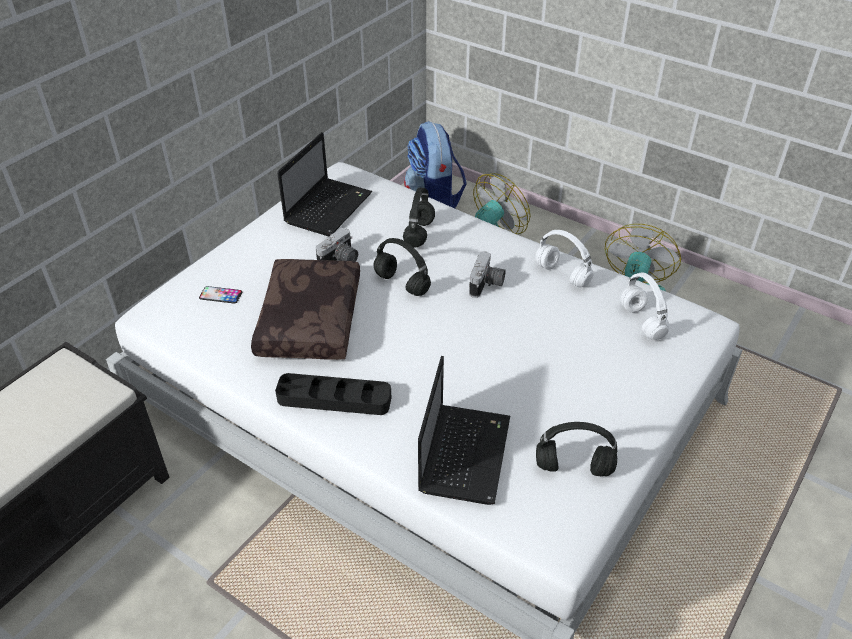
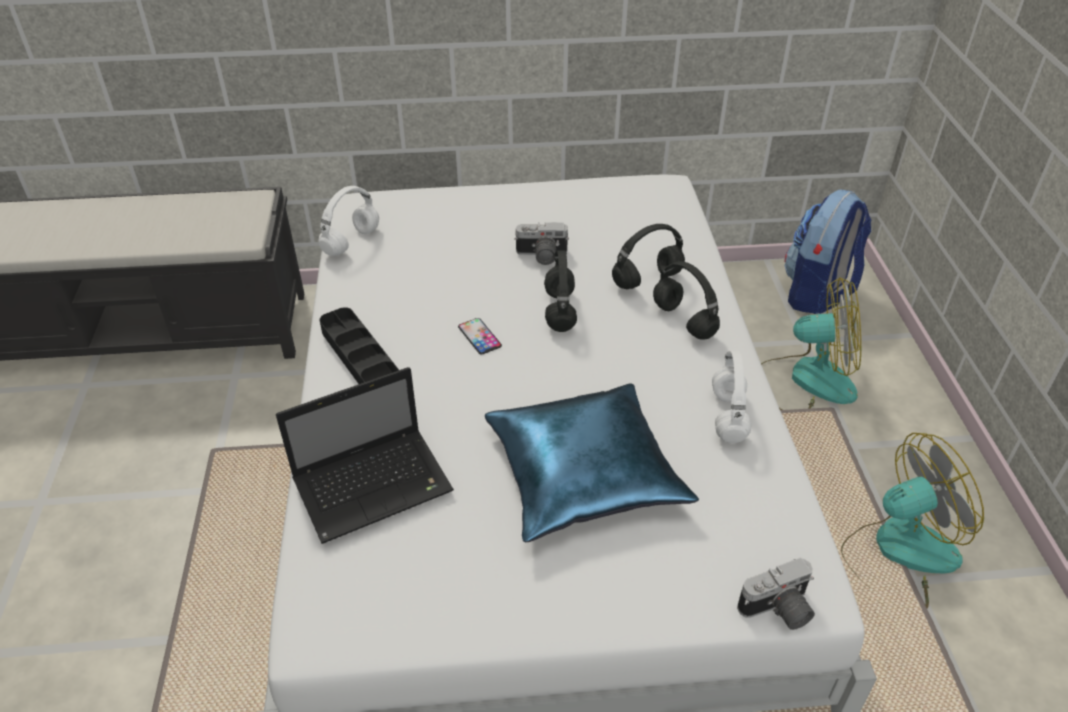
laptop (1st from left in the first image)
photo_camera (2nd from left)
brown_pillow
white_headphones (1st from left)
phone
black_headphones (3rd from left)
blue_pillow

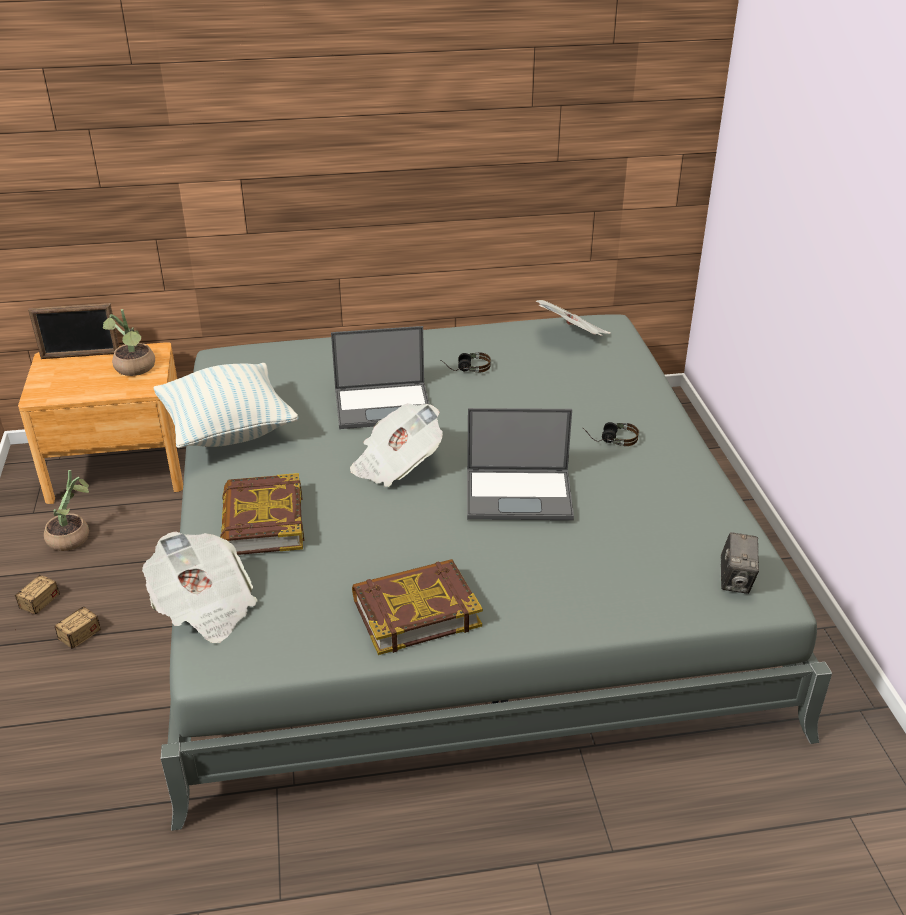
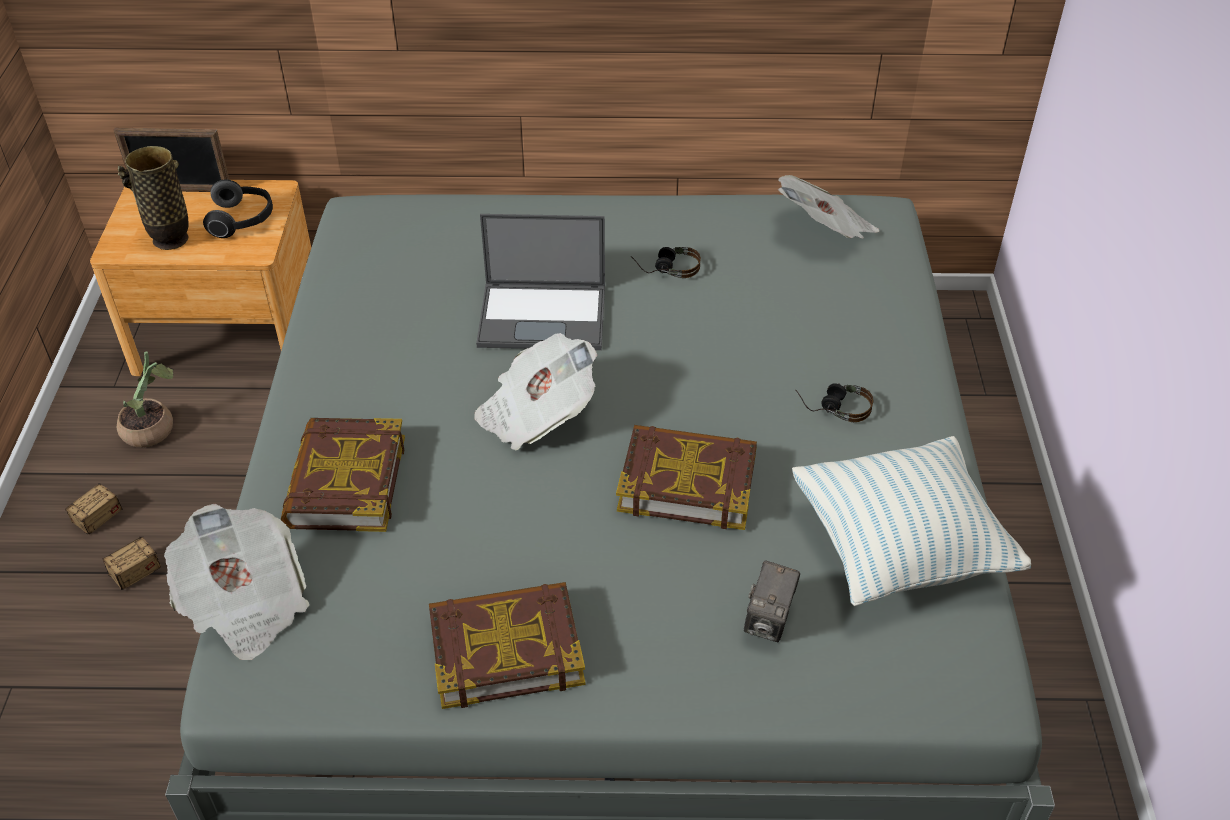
headphones (1st from left)
pillow
book (3rd from left)
photo_camera
vase

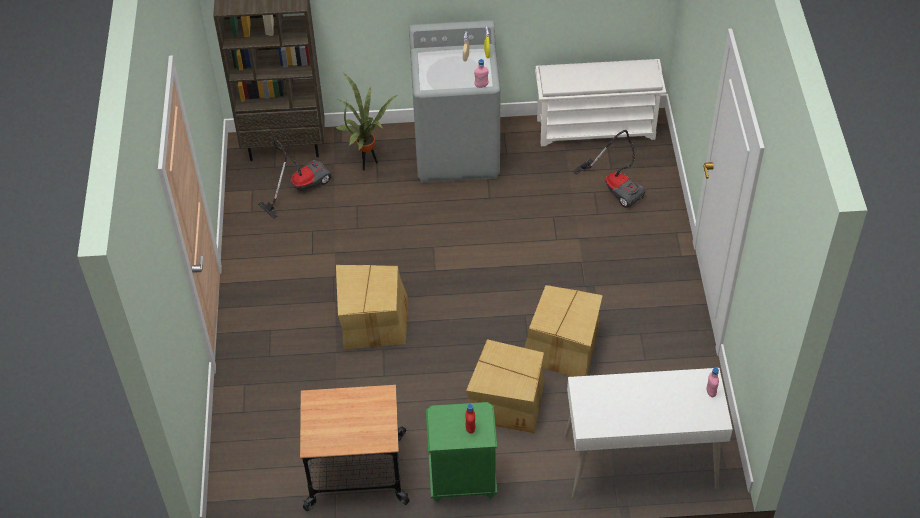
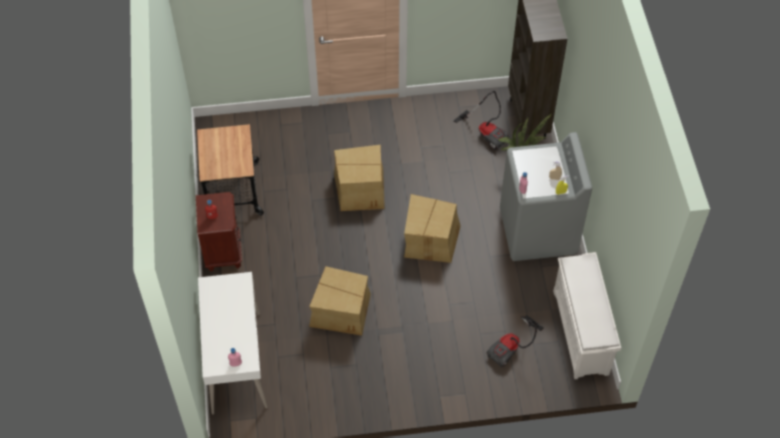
cardboard_box (3rd from left)
brown_nightstand

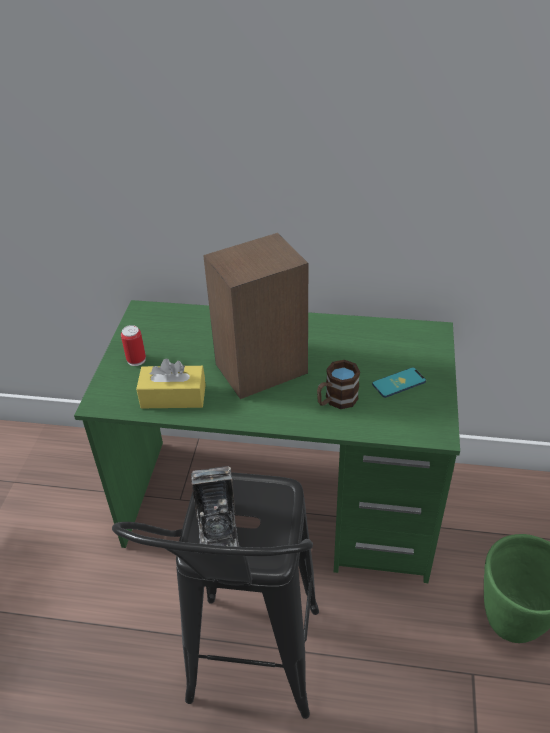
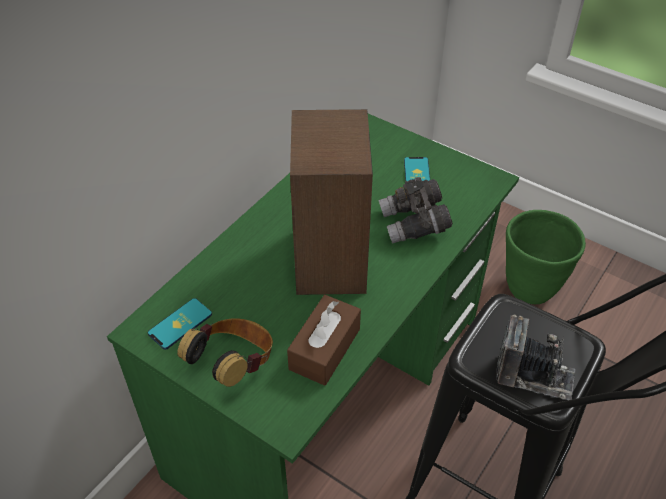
headphones
brown_tissue_box
grey_binoculars
phone (1st from left)

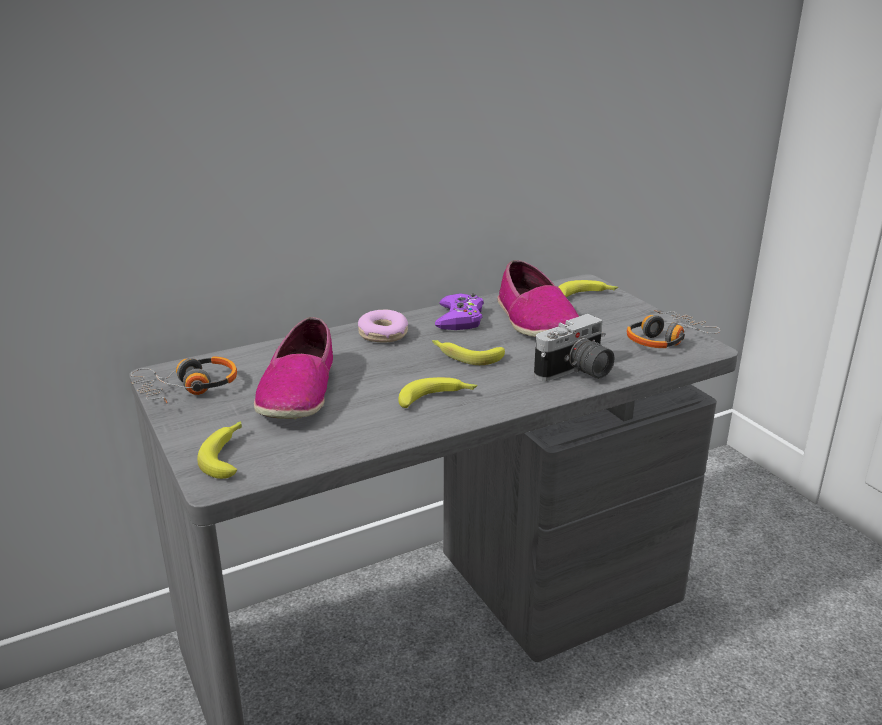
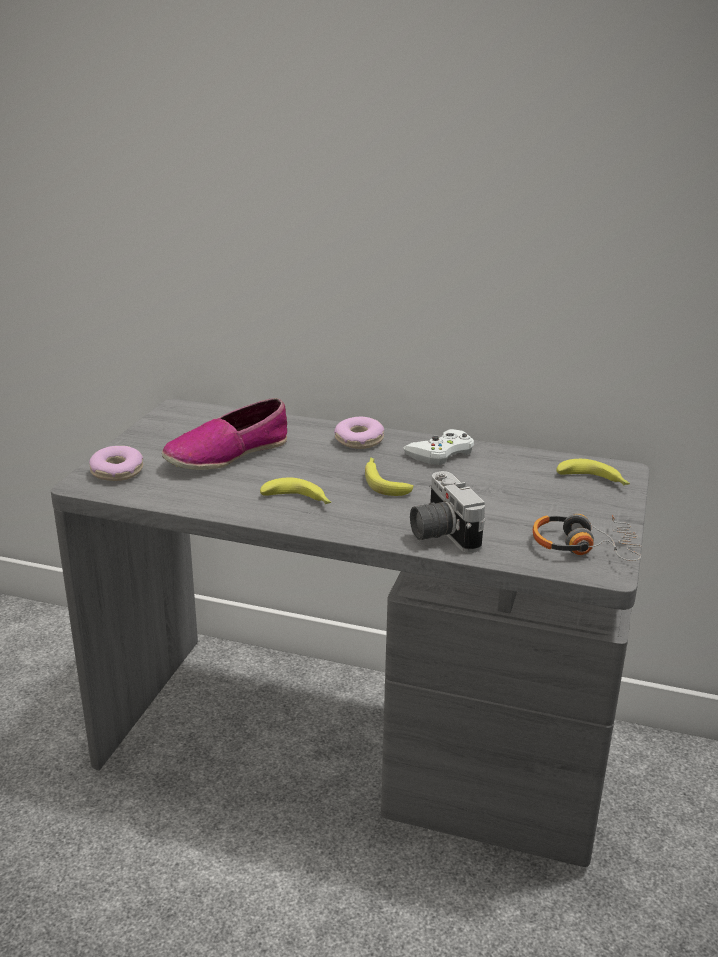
shoe (2nd from left in the first image)
white_game_controller
photo_camera
headphones (1st from left in the first image)
donut (1st from left)

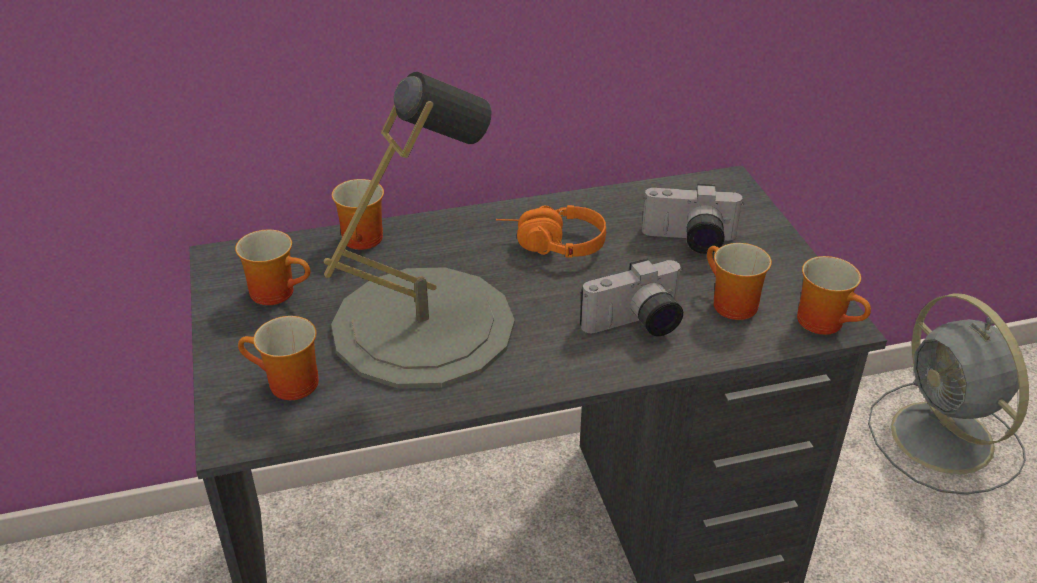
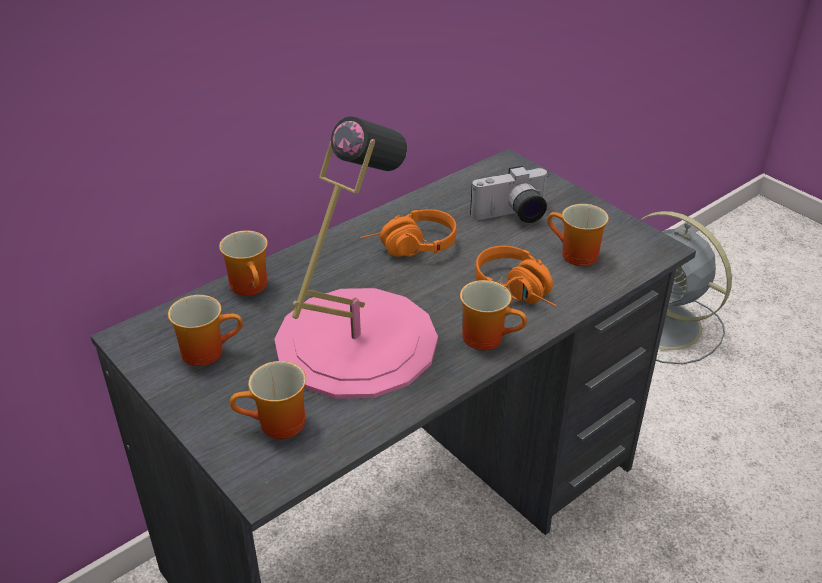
pink_table_lamp
mug (4th from left)
orange_headphones (2nd from left)

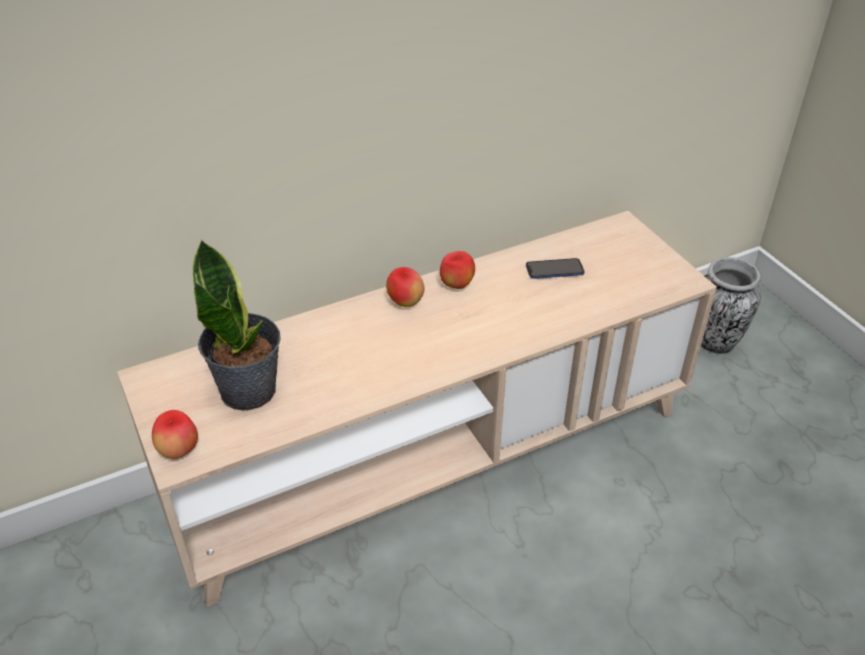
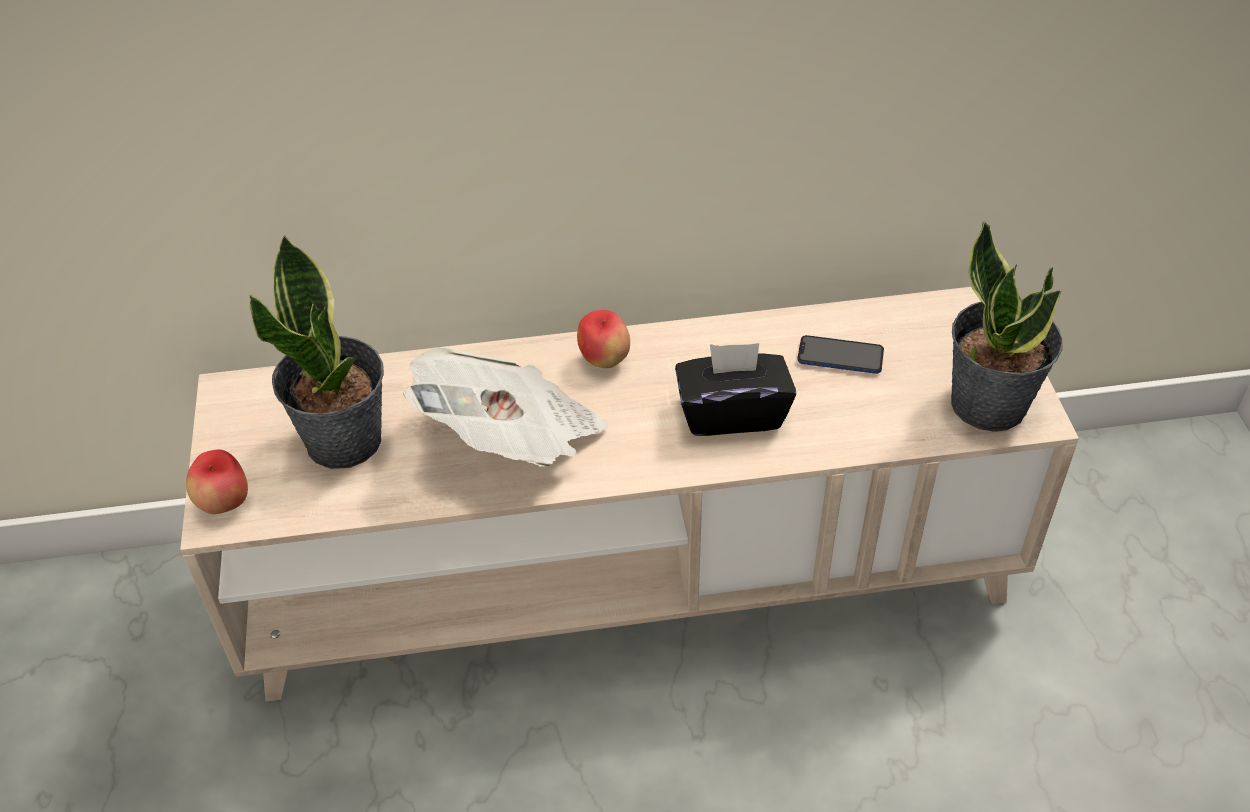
apple (3rd from left in the first image)
vase
potted_plant (2nd from left)
black_tissue_box
newspaper

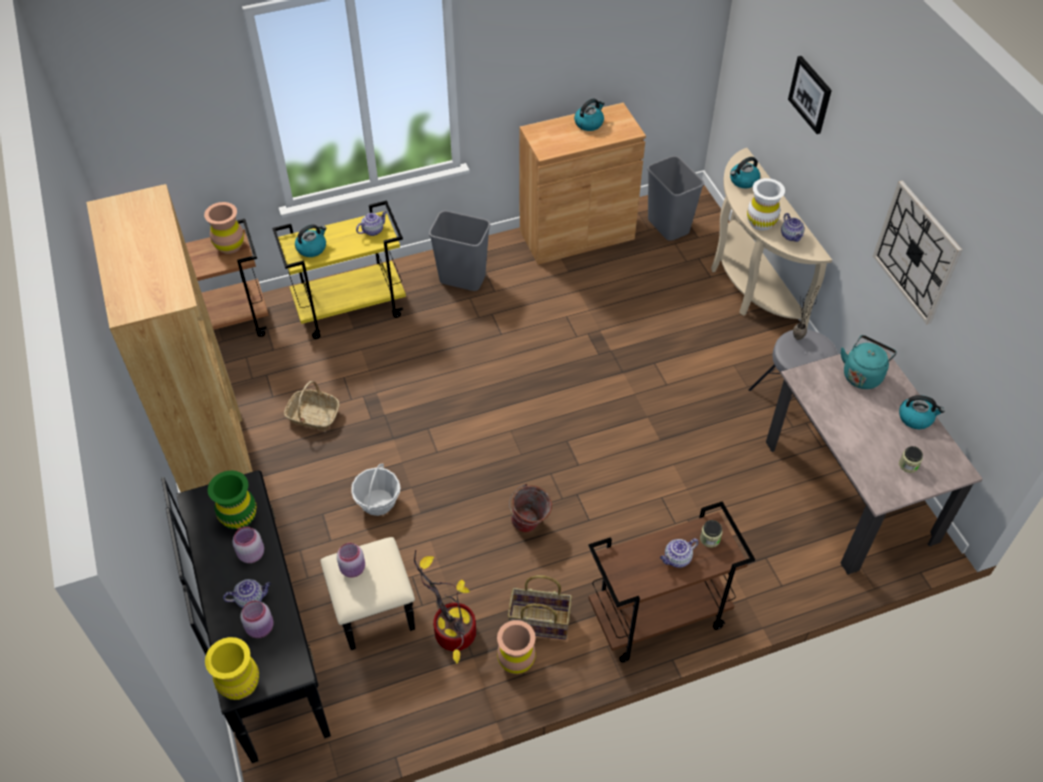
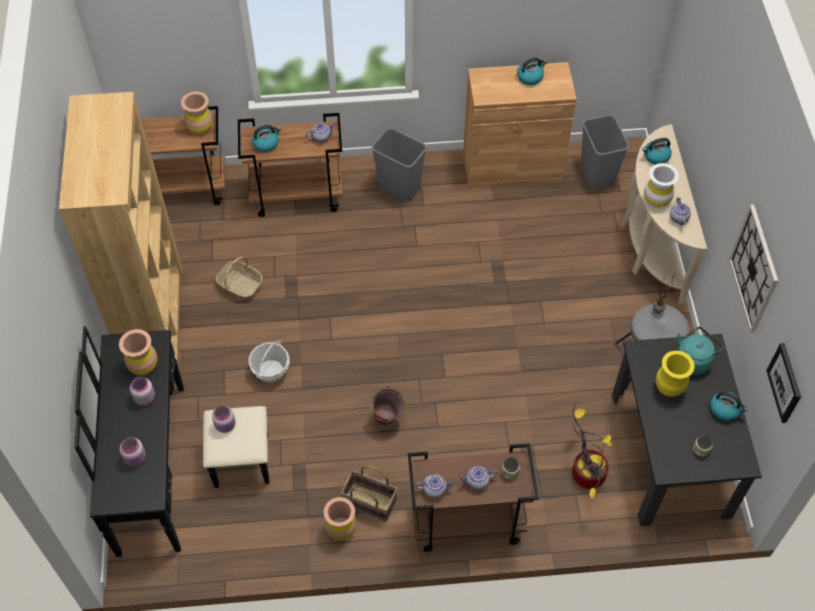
picture
brown_cart (2nd from left)
black_dining_table
brown_vase (1st from left)
potted_plant (1st from left)
teapot (2nd from left)
yellow_vase

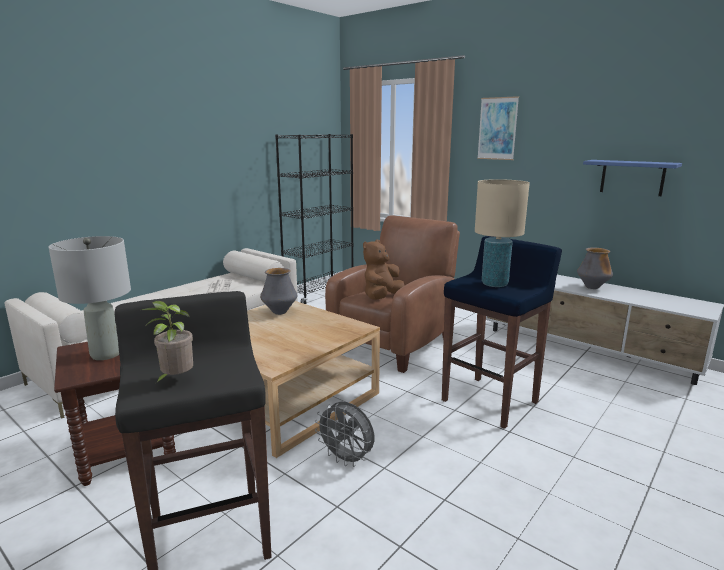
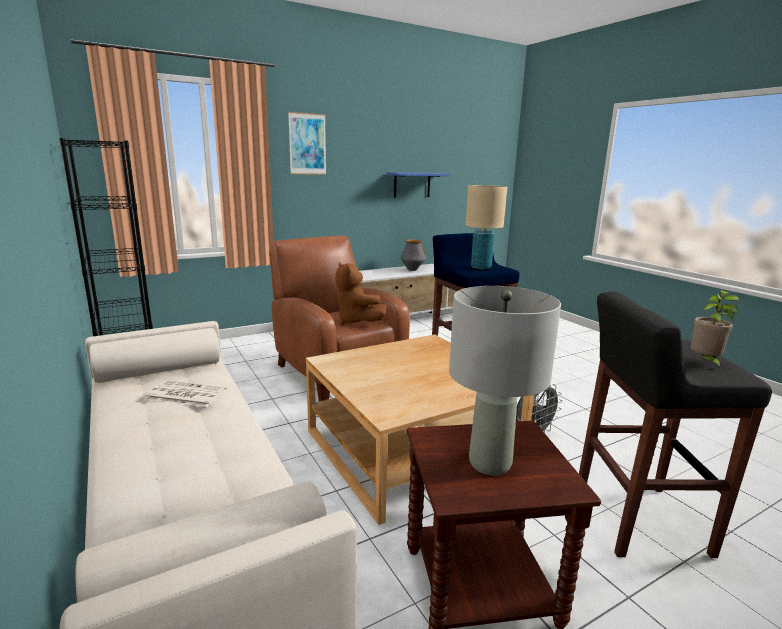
vase (1st from left in the first image)

